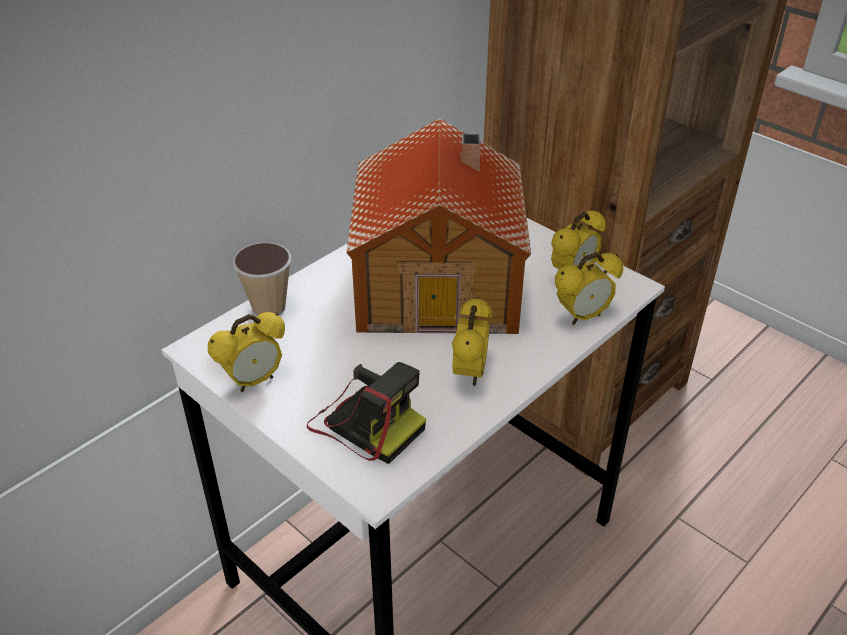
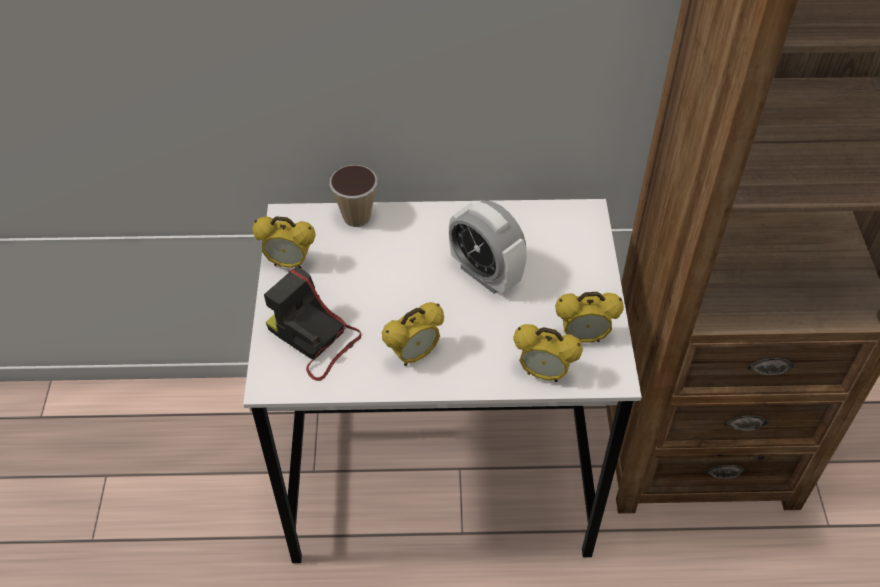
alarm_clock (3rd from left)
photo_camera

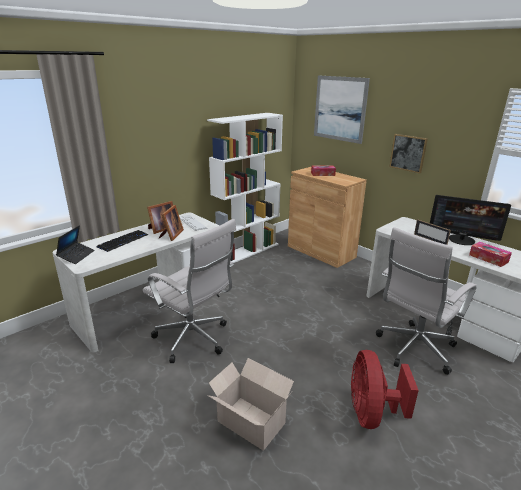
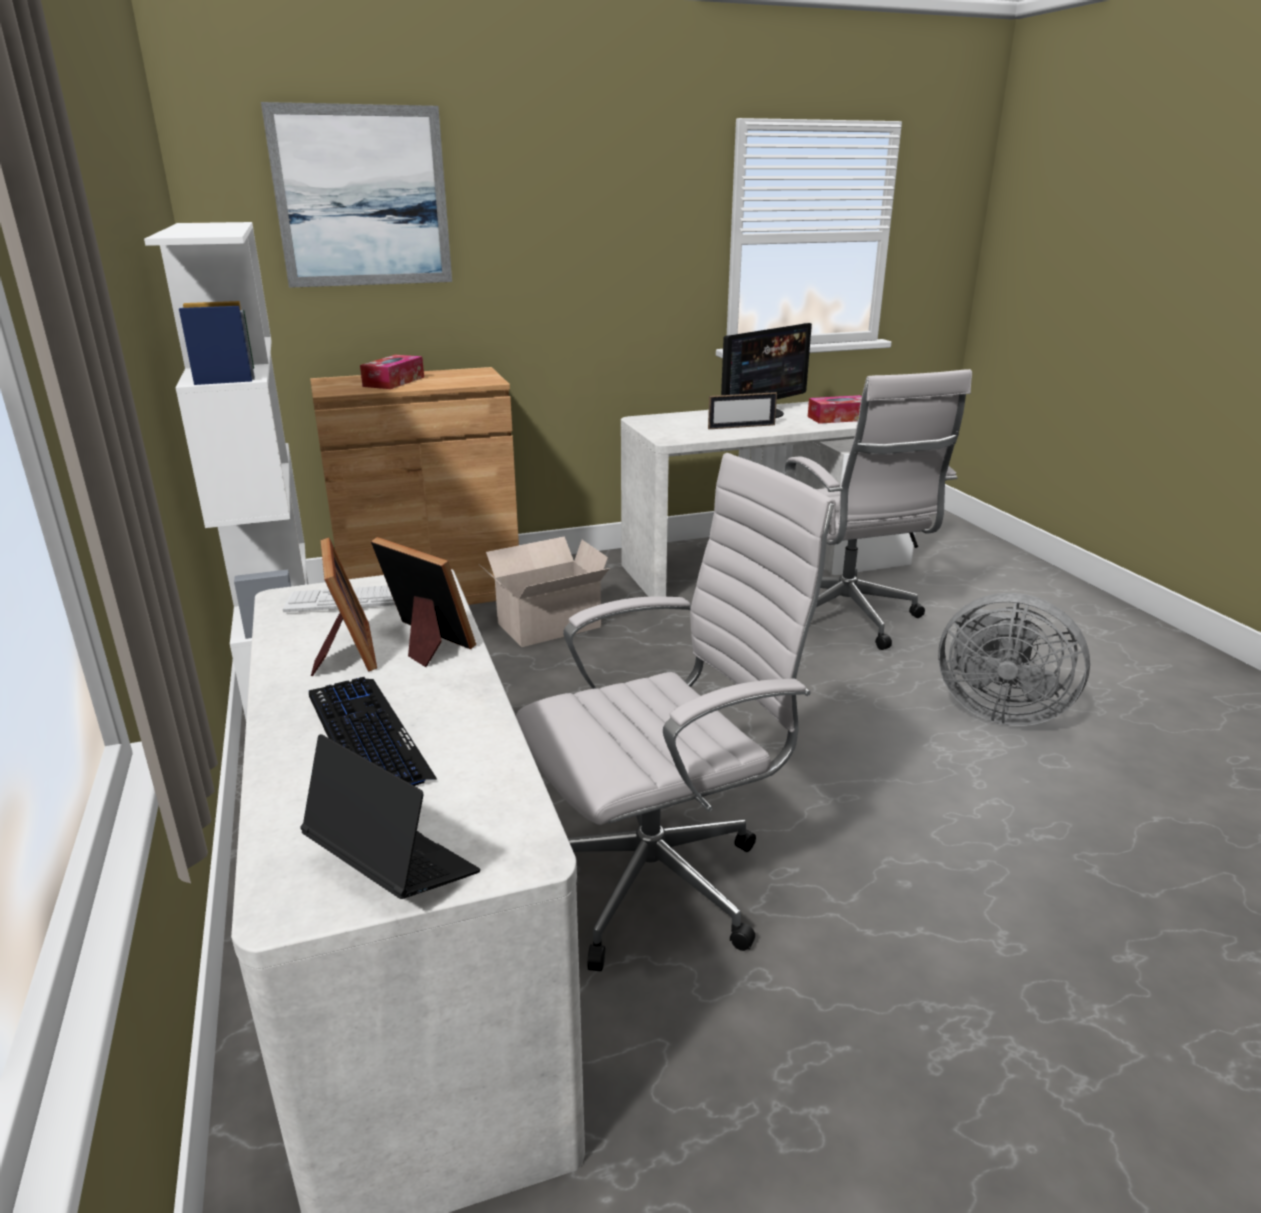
picture (2nd from left in the first image)
grey_fan
cardboard_box

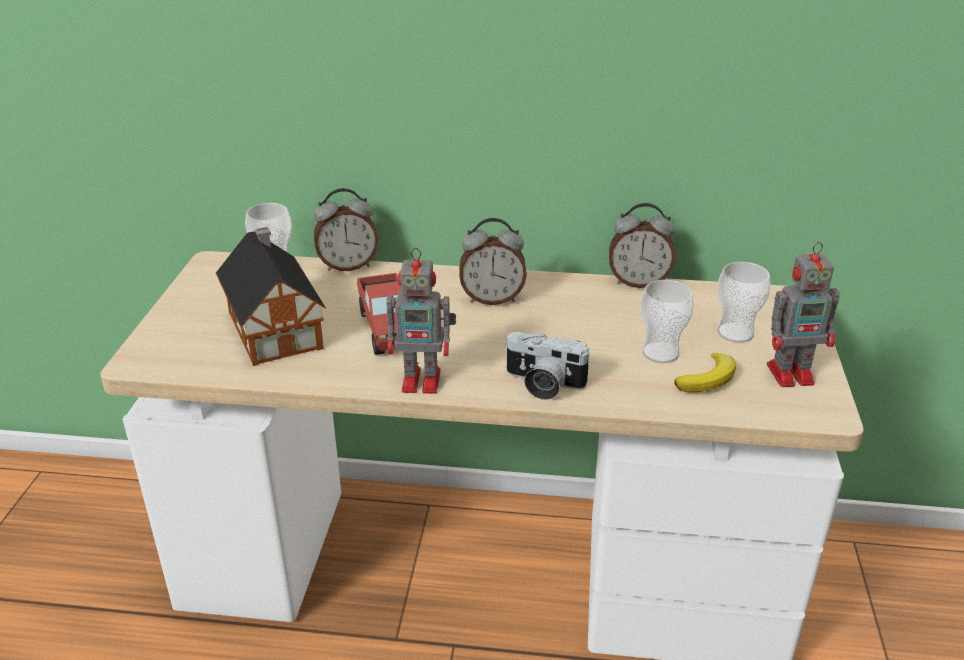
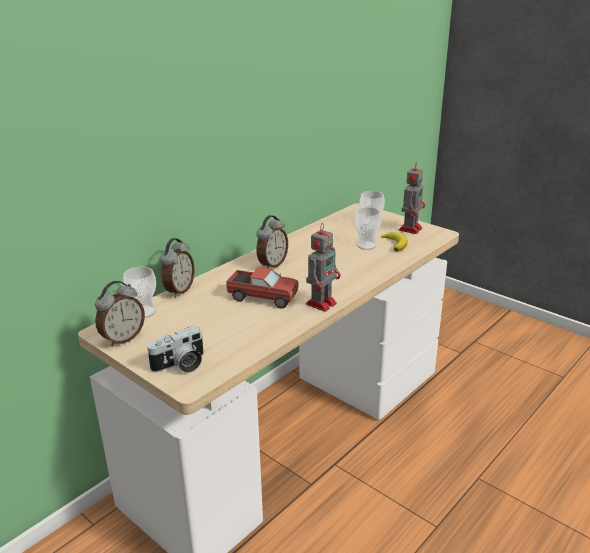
alarm_clock (1st from left)
toy_house
photo_camera

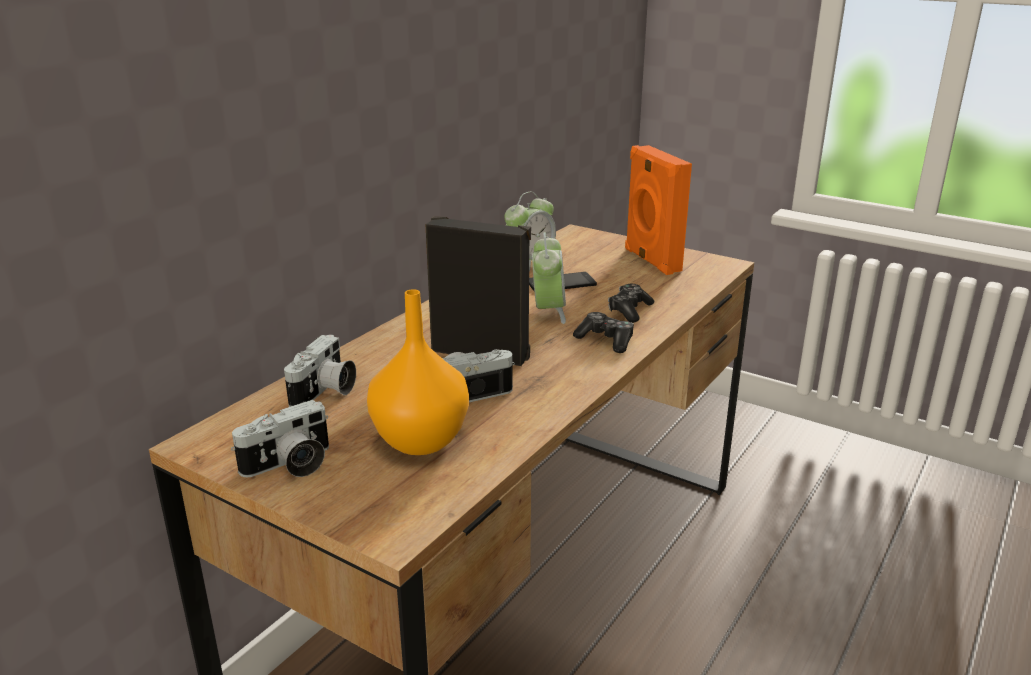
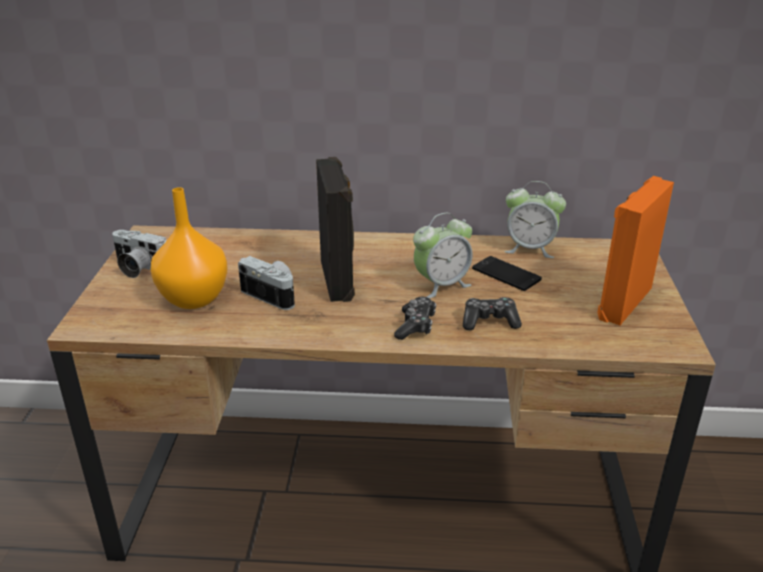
photo_camera (2nd from left in the first image)

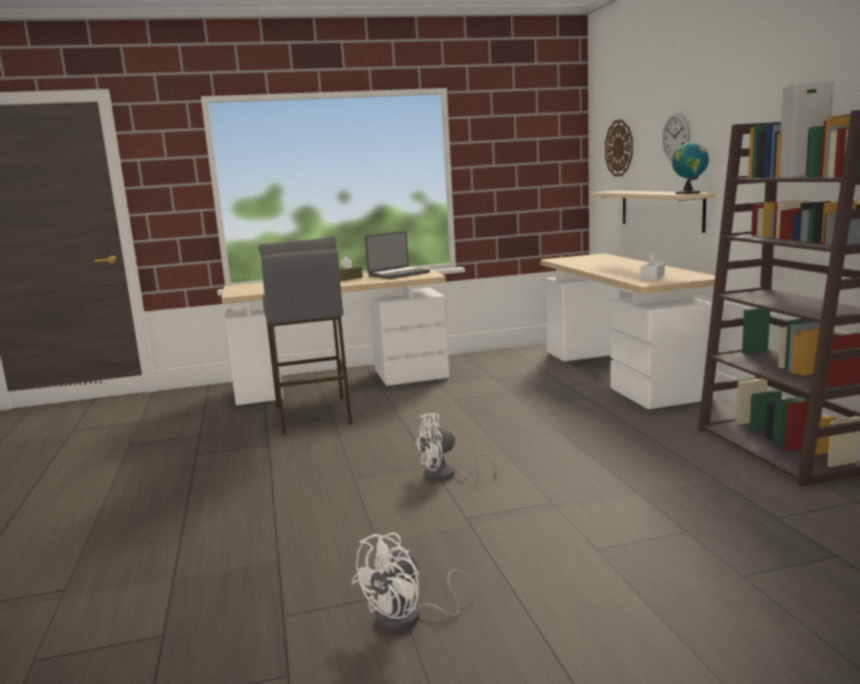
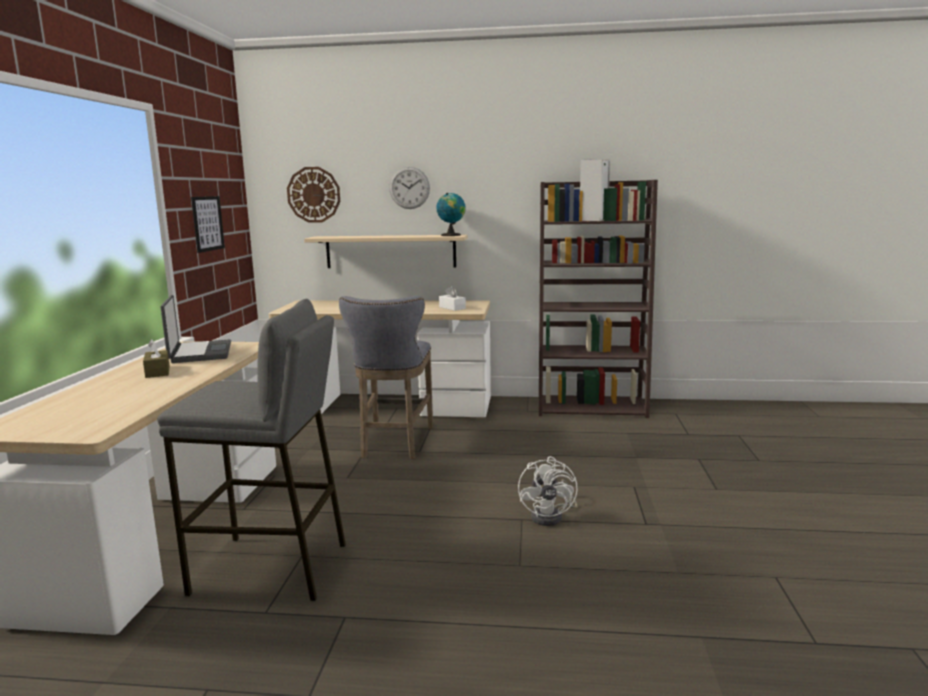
white_fan (1st from left in the first image)
picture
grey_stool (2nd from left)

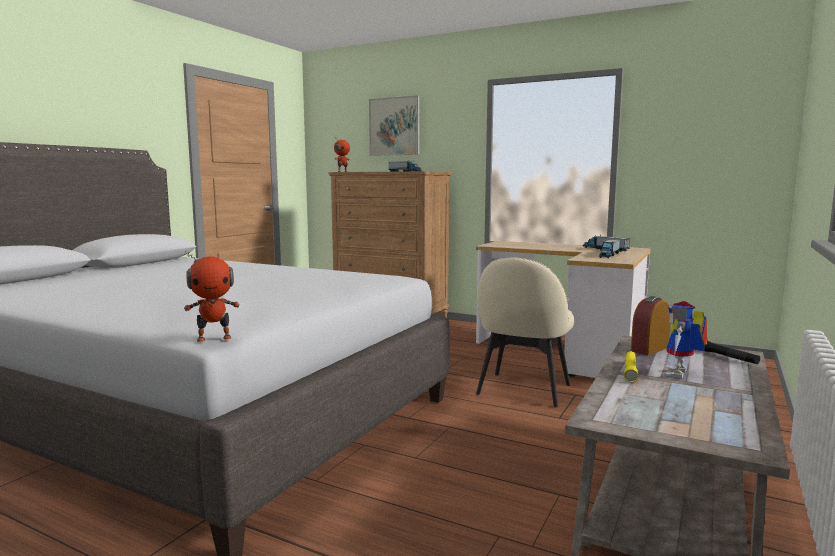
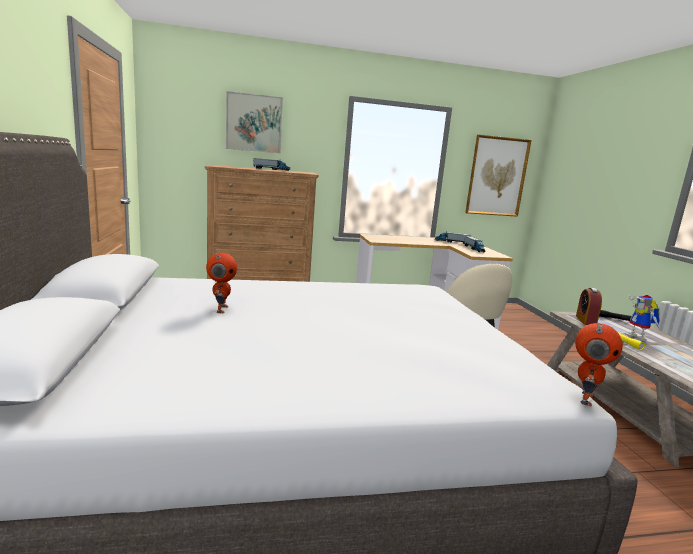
toy_robot (1st from left)
picture (2nd from left)

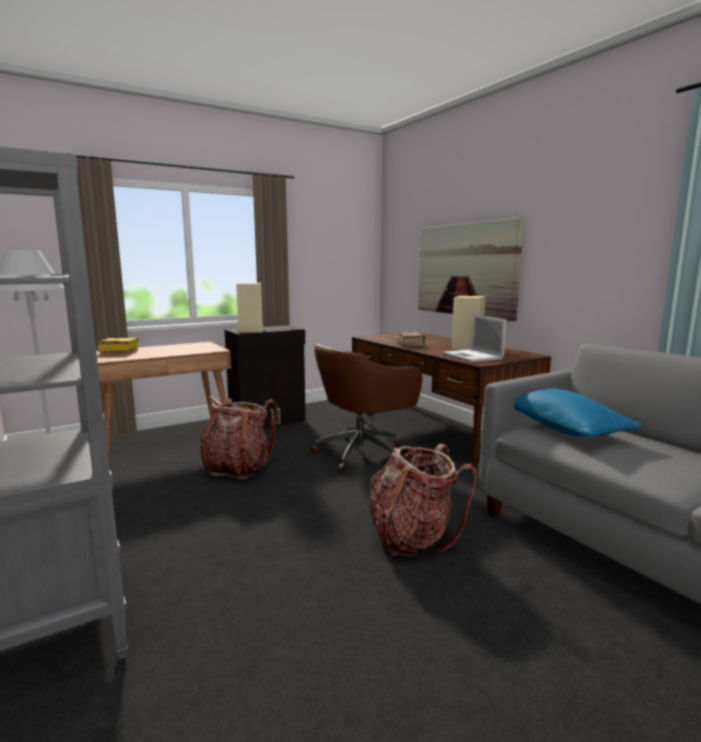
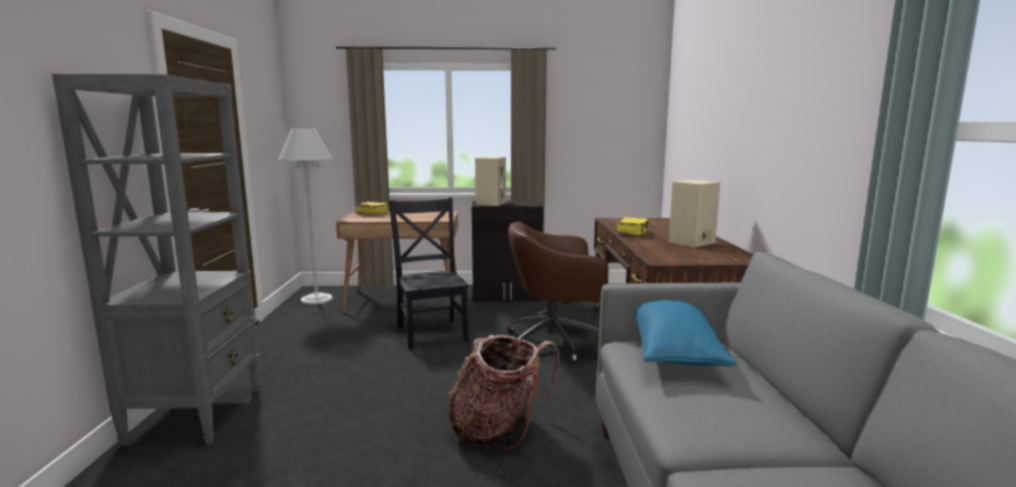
picture
laptop
yellow_book (2nd from left)
black_chair

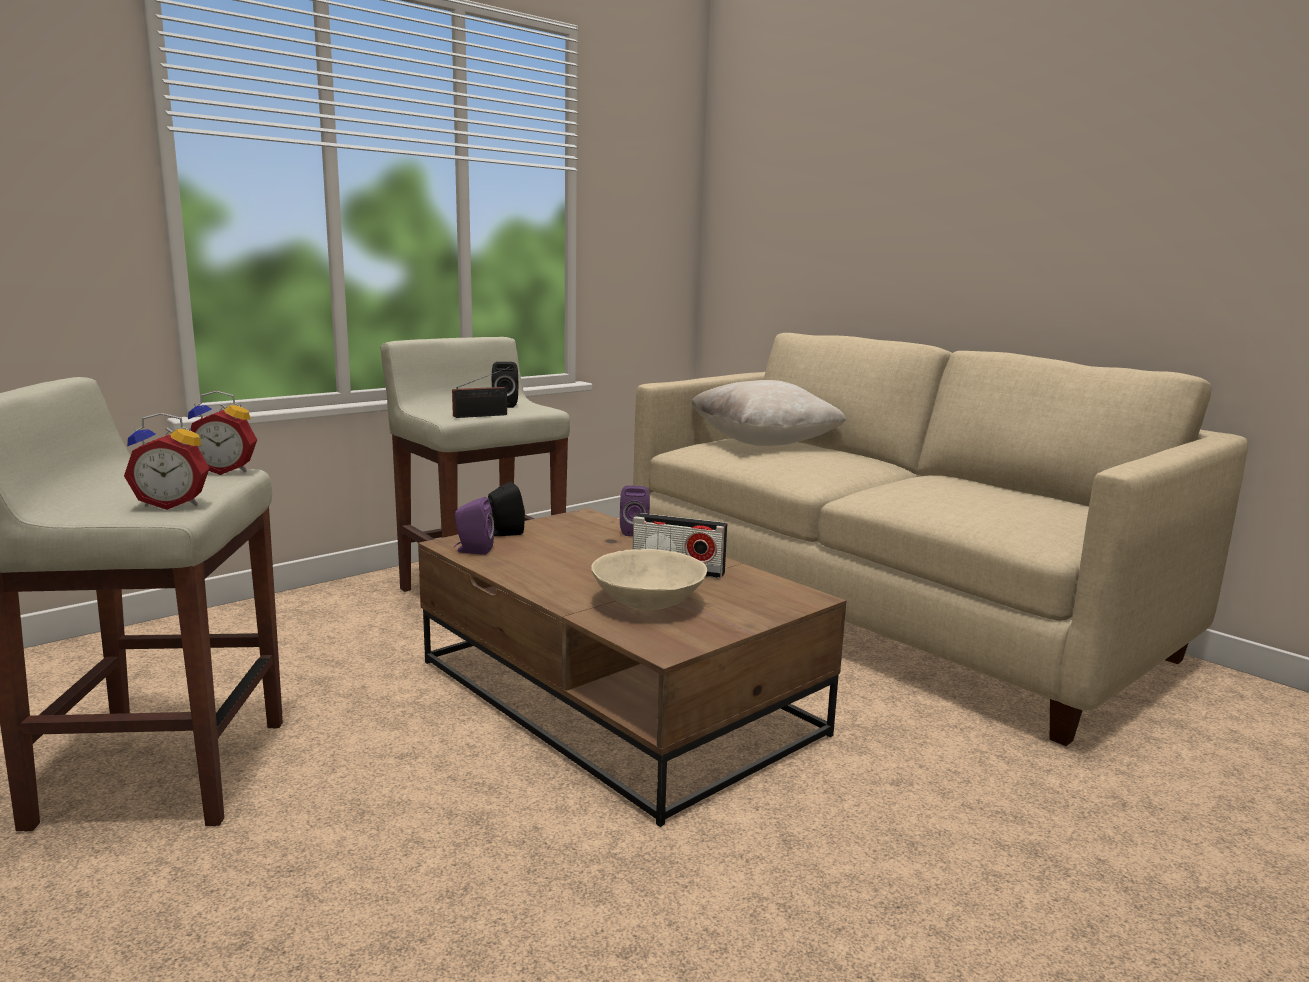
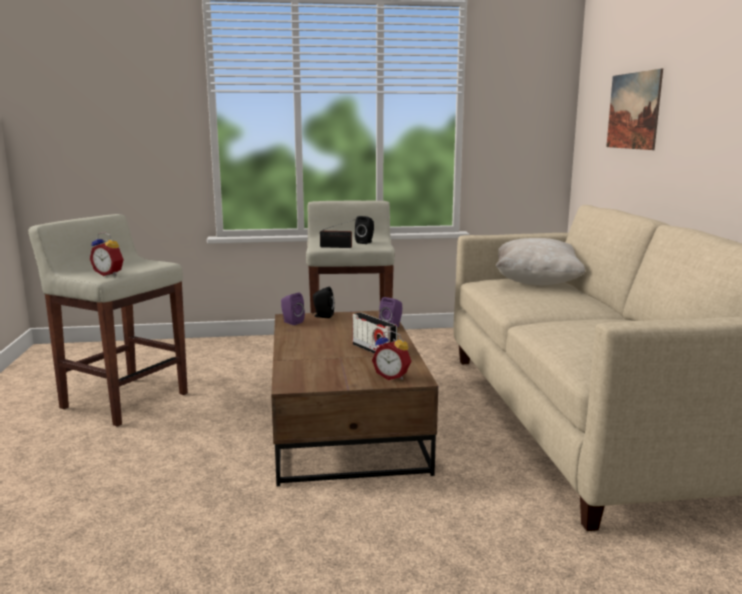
alarm_clock (2nd from left)
beige_bowl
picture

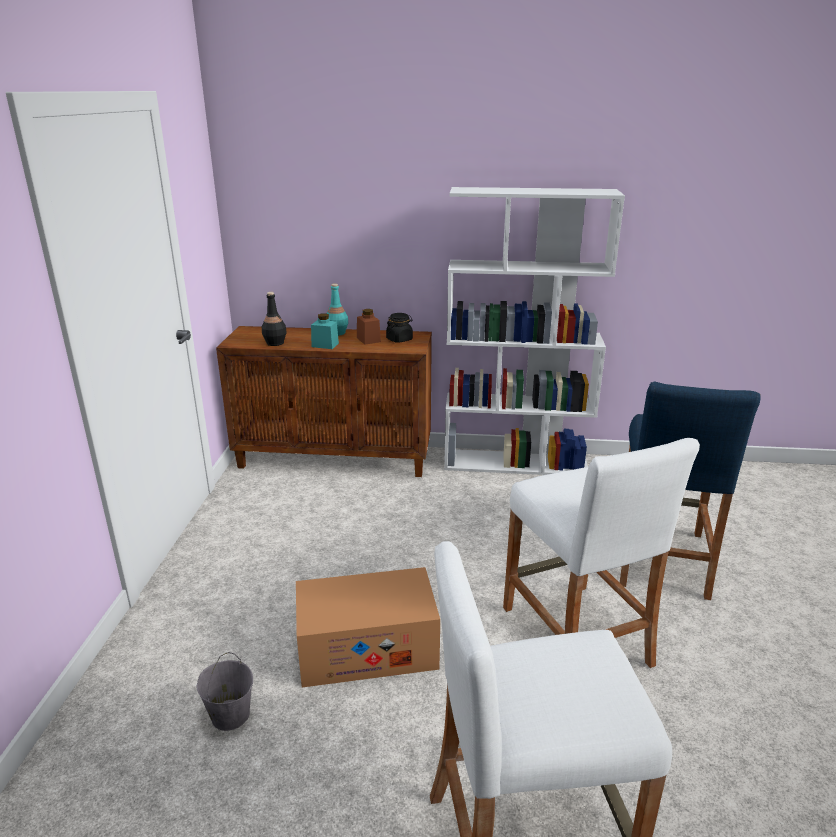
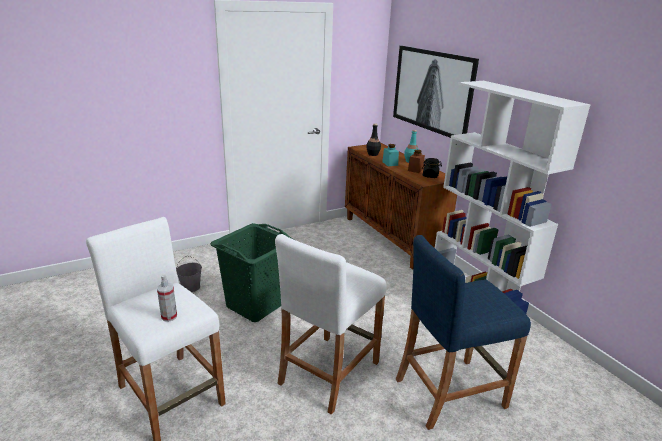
green_laundry_basket
picture
spray_bottle

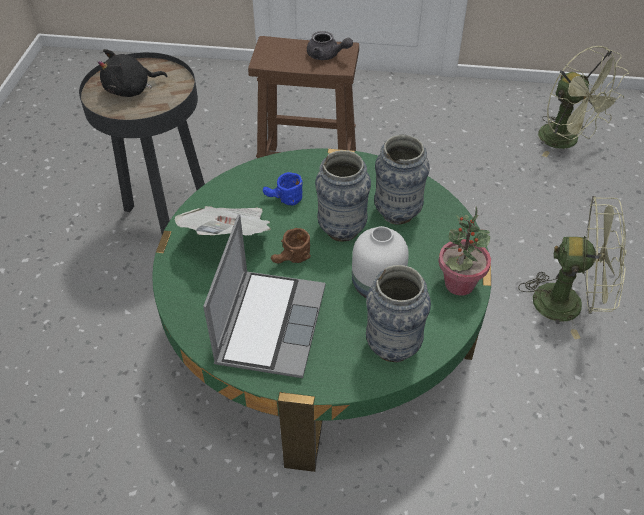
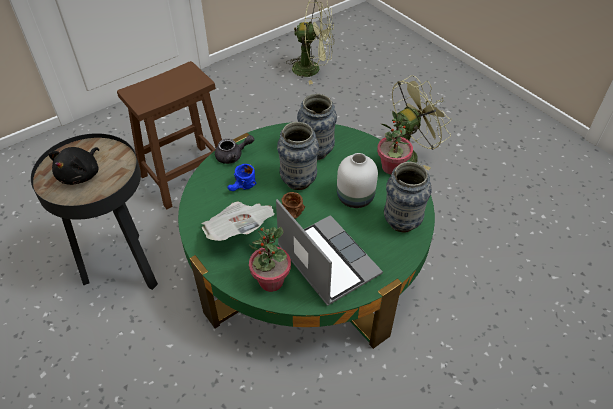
grey_teapot
potted_plant (1st from left)

